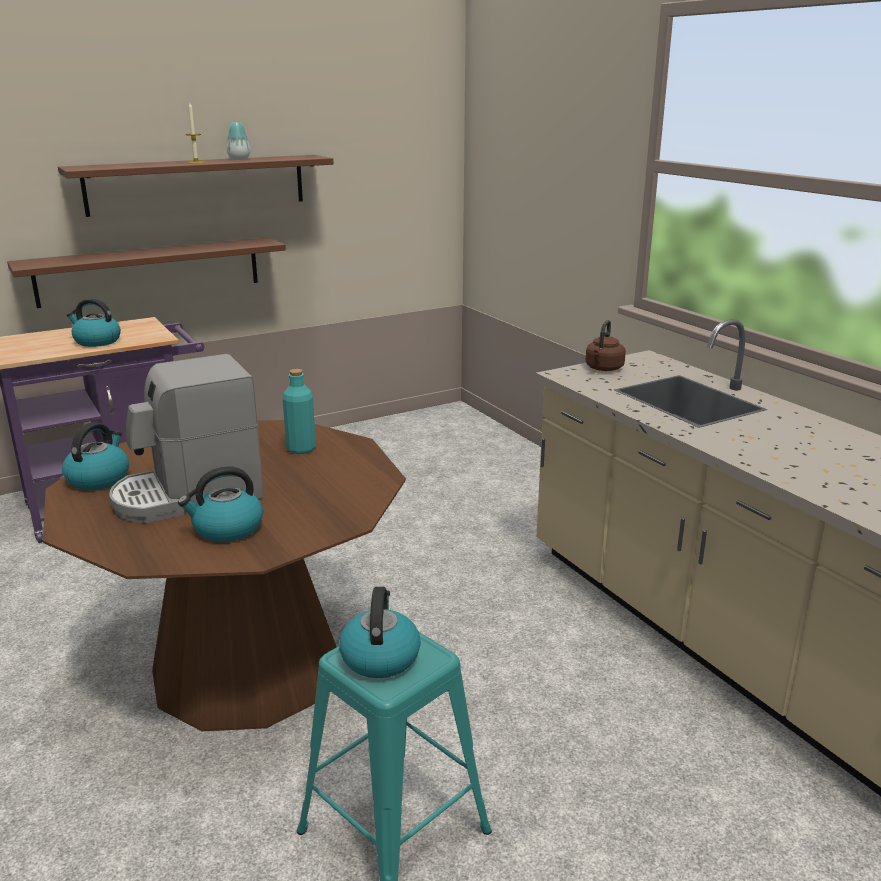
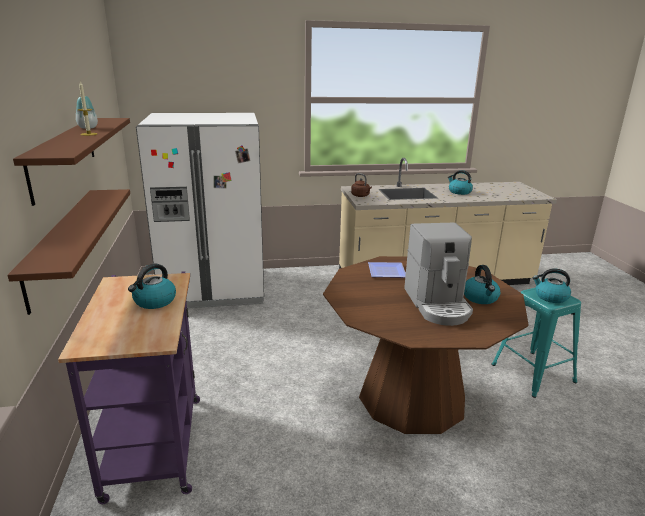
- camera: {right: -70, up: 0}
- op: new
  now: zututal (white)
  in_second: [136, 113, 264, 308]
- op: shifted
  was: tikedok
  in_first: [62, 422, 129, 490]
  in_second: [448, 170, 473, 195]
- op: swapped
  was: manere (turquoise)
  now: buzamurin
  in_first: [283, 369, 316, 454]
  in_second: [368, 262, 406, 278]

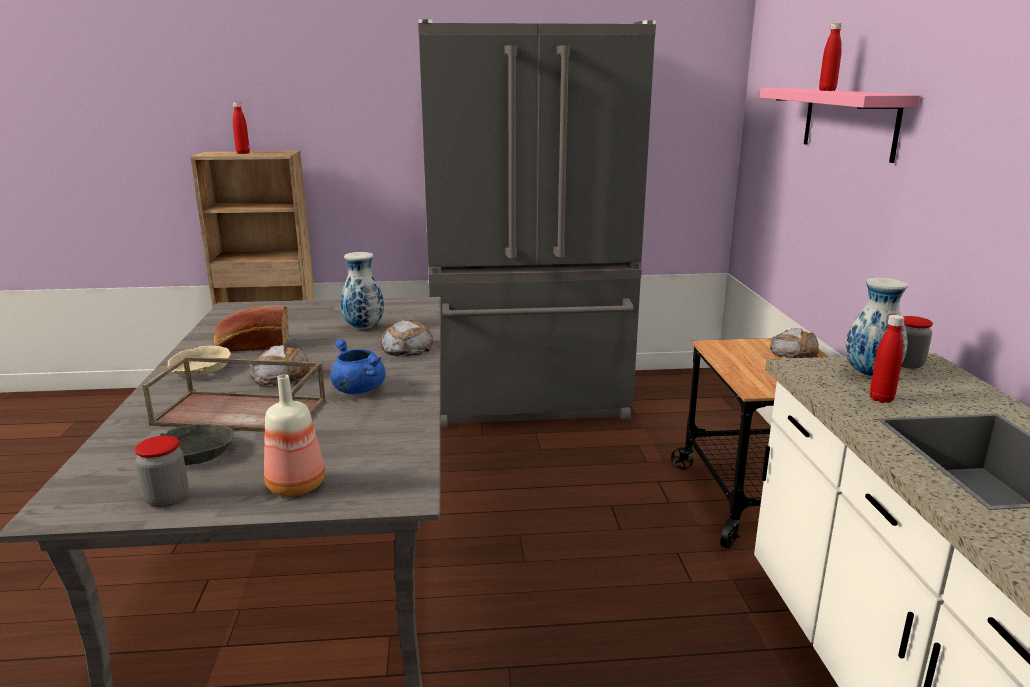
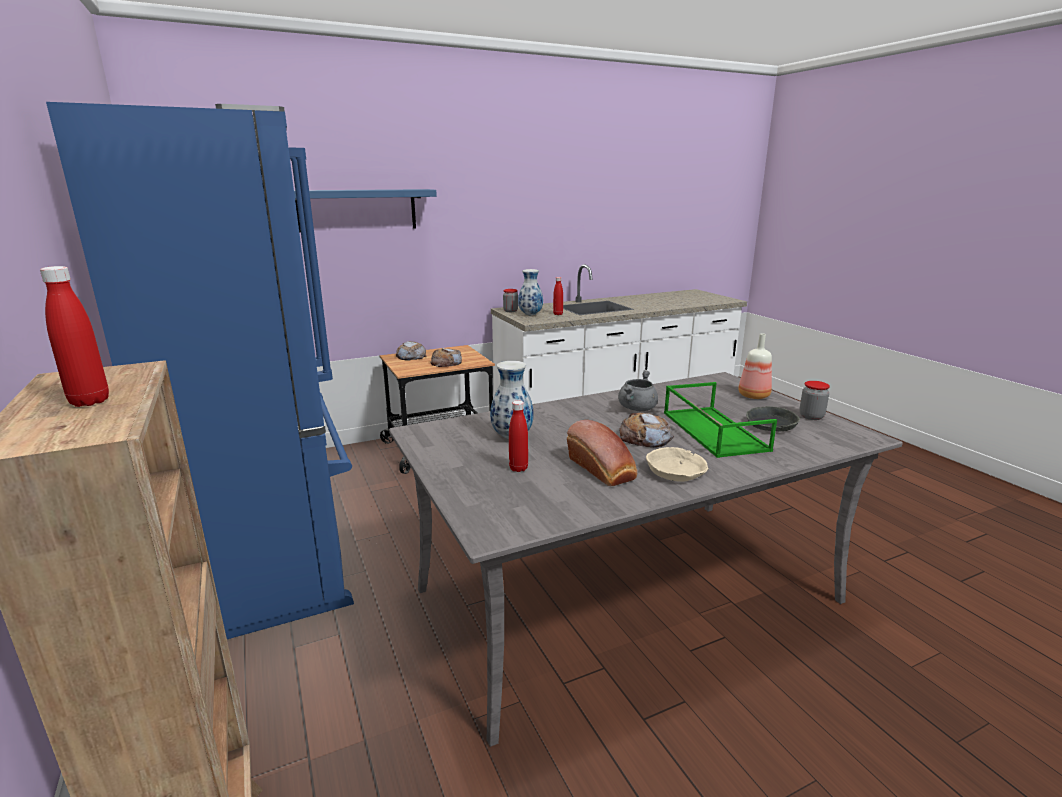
- camera: {right: -110, up: 0}
- op: shifted
  was: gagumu
  in_first: [380, 319, 433, 356]
  in_second: [430, 348, 462, 367]
- op: shifted
  was: manere (red)
  in_first: [819, 23, 842, 91]
  in_second: [509, 401, 528, 472]
- op: repainted
  was: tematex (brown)
  now: tematex (green)
  in_first: [142, 356, 326, 432]
  in_second: [664, 382, 777, 458]
- op: repainted
  was: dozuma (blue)
  now: dozuma (grey)
  in_first: [330, 339, 386, 394]
  in_second: [618, 370, 658, 411]
- op: repainted
  was: zututal (grey)
  now: zututal (blue)
  in_first: [418, 19, 656, 427]
  in_second: [46, 102, 354, 639]
- op: repainted
  was: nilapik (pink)
  now: nilapik (blue)
  in_first: [760, 88, 920, 163]
  in_second: [294, 189, 437, 233]

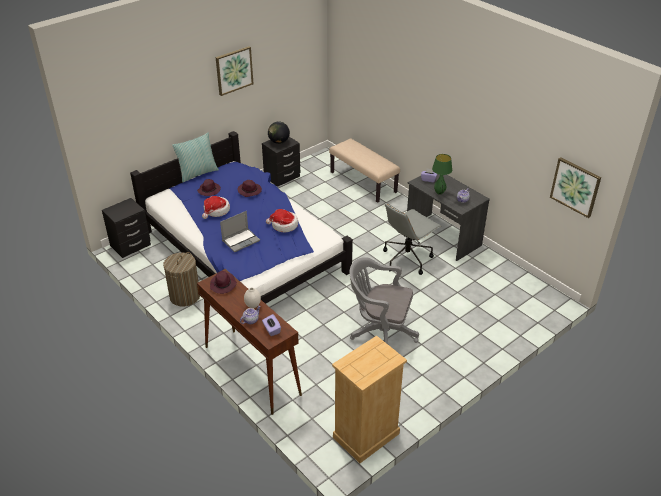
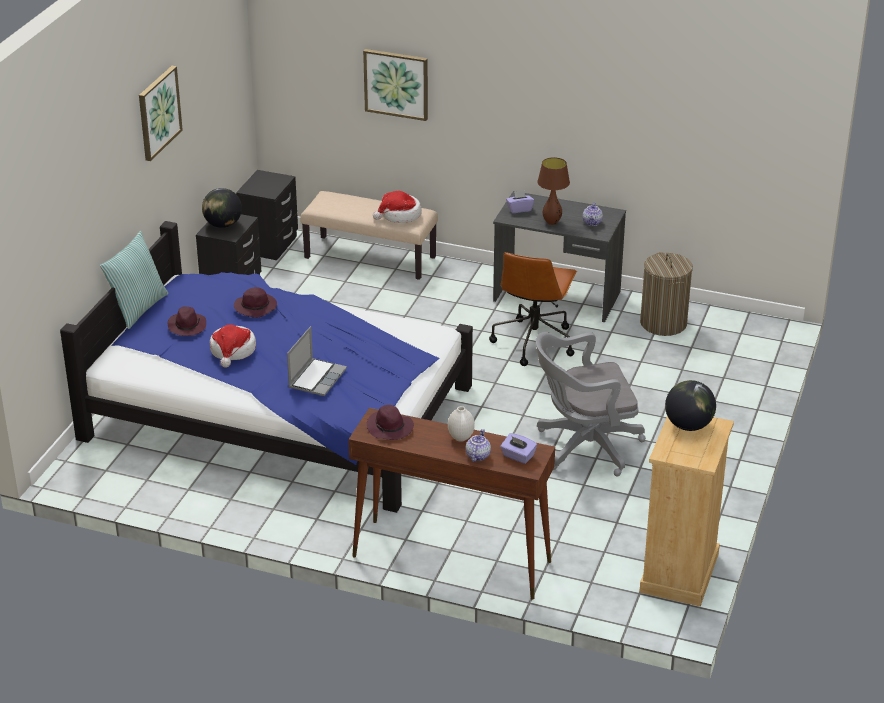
- camera: {right: -30, up: -5}
- op: new
  now: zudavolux
  in_second: [665, 380, 716, 431]
- op: shifted
  was: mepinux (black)
  in_first: [102, 198, 151, 258]
  in_second: [236, 170, 298, 260]
- op: shifted
  was: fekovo
  in_first: [163, 252, 200, 307]
  in_second: [640, 252, 693, 336]
- op: shifted
  was: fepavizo
  in_first: [266, 209, 298, 232]
  in_second: [373, 191, 422, 223]
- op: shifted
  was: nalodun
  in_first: [550, 157, 601, 218]
  in_second: [363, 49, 428, 121]
- op: repainted
  was: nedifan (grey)
  now: nedifan (brown)
  in_first: [383, 202, 441, 275]
  in_second: [489, 252, 577, 366]
- op: repainted
  was: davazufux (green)
  now: davazufux (brown)
  in_first: [432, 154, 452, 195]
  in_second: [537, 157, 570, 225]

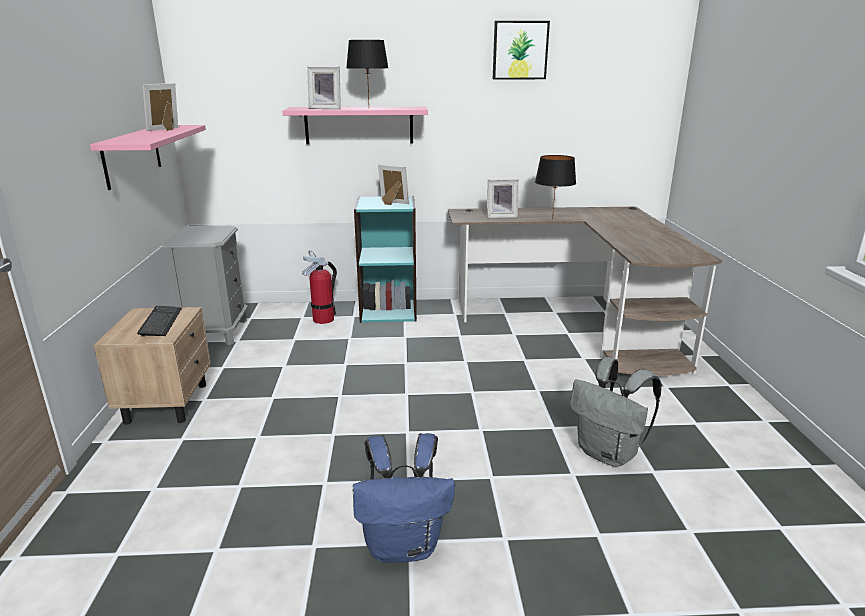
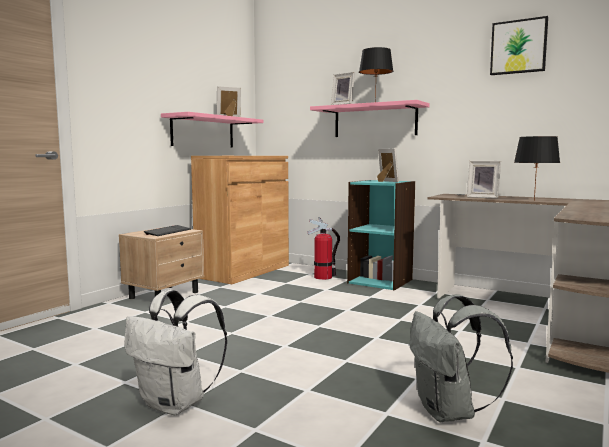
- camera: {right: 35, up: -15}
- op: swapped
  was: mepinux (grey)
  now: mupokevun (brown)
  in_first: [162, 226, 248, 345]
  in_second: [191, 156, 289, 284]
- op: repainted
  was: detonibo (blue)
  now: detonibo (white)
  in_first: [353, 433, 455, 563]
  in_second: [124, 290, 227, 415]

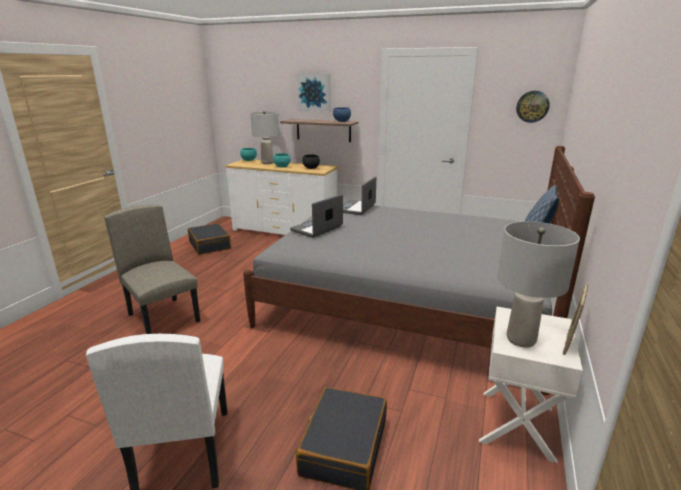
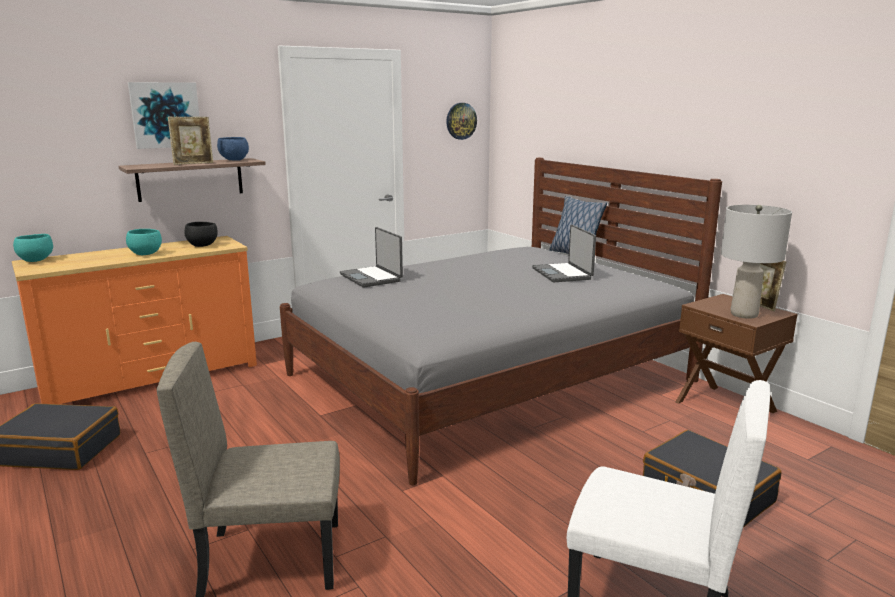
- camera: {right: -55, up: -5}
- op: gone
  was: davazufux (grey)
  in_first: [250, 111, 279, 164]
- op: new
  now: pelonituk
  in_second: [168, 117, 213, 165]
- op: shifted
  was: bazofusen
  in_first: [290, 194, 343, 238]
  in_second: [532, 225, 596, 282]
- op: repainted
  was: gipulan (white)
  now: gipulan (orange)
  in_first: [225, 159, 338, 235]
  in_second: [12, 236, 257, 404]
- op: repainted
  was: mepinux (white)
  now: mepinux (brown)
  in_first: [479, 307, 583, 463]
  in_second: [676, 294, 798, 413]

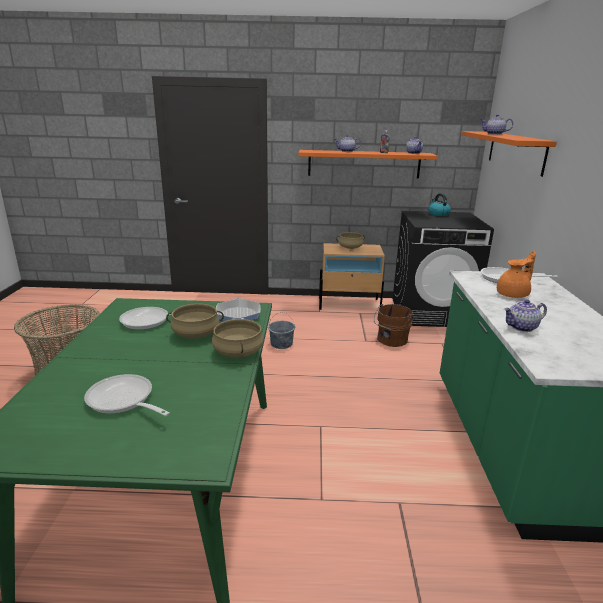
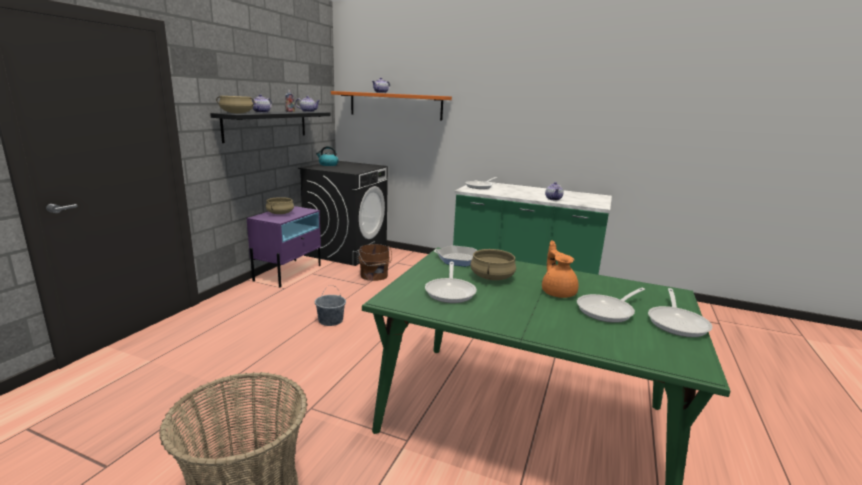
- camera: {right: -70, up: -5}
- op: new
  now: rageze
  in_second: [648, 288, 712, 337]
- op: shifted
  was: dozuma (beige)
  in_first: [212, 319, 264, 358]
  in_second: [216, 96, 255, 114]
- op: shifted
  was: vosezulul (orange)
  in_first: [497, 250, 536, 298]
  in_second: [542, 240, 579, 298]
- op: repainted
  was: nilapik (orange)
  now: nilapik (black)
  in_first: [298, 150, 438, 179]
  in_second: [210, 111, 331, 143]
- op: repainted
  was: mepinux (beige)
  now: mepinux (purple)
  in_first: [319, 243, 385, 310]
  in_second: [247, 206, 321, 287]

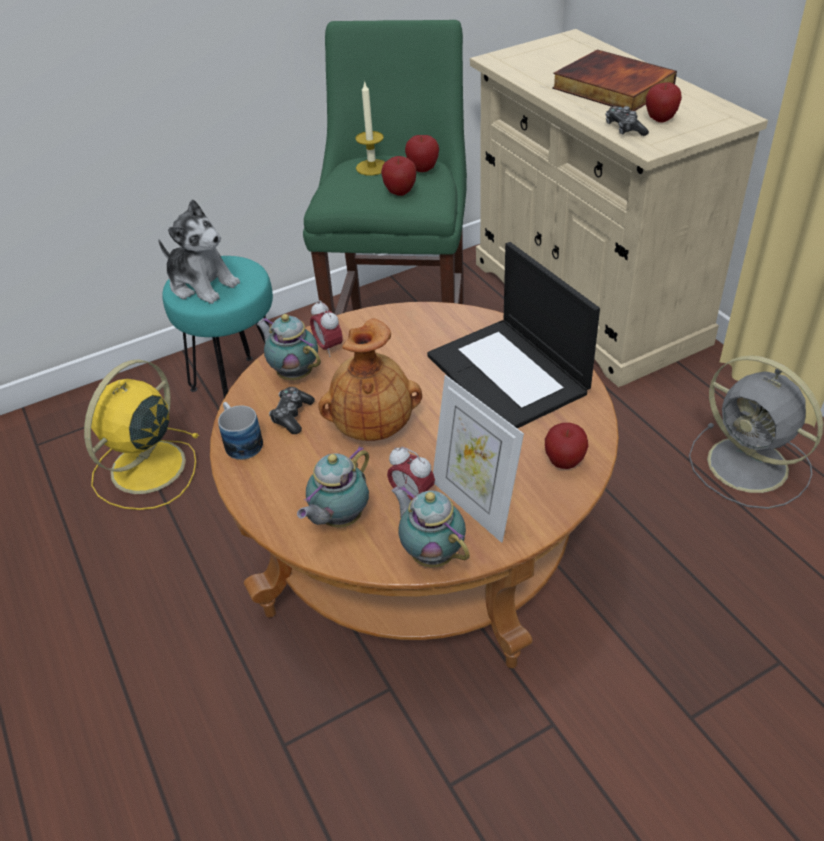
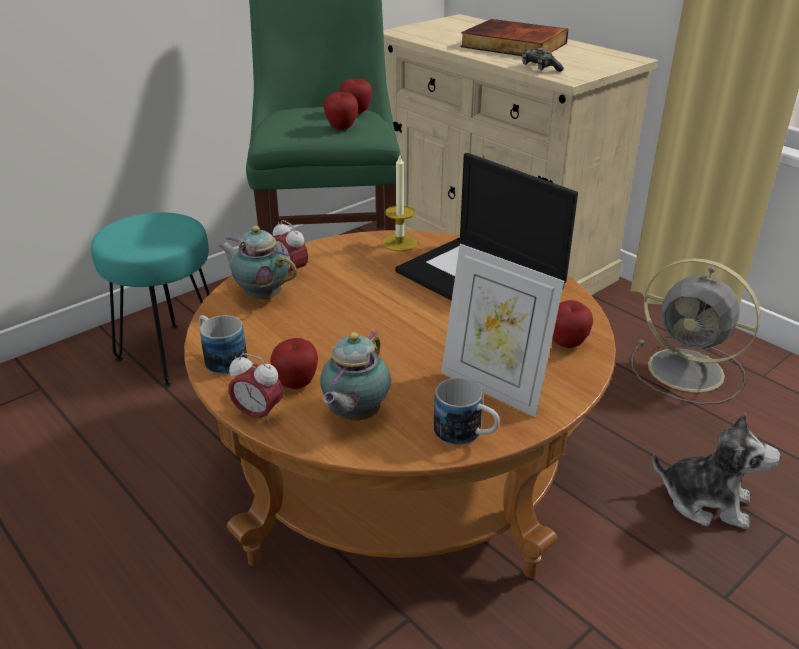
- camera: {right: -15, up: -10}
- op: gone
  was: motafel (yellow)
  in_first: [84, 359, 200, 510]
- op: gone
  was: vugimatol
  in_first: [269, 387, 315, 434]
- op: gone
  was: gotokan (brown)
  in_first: [318, 318, 422, 441]
- op: shifted
  was: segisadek
  in_first: [158, 199, 240, 304]
  in_second: [653, 413, 781, 529]
- op: shifted
  was: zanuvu
  in_first: [355, 81, 385, 176]
  in_second: [383, 155, 417, 251]
- op: shifted
  was: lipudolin
  in_first: [387, 446, 435, 500]
  in_second: [228, 353, 283, 425]
- op: shifted
  was: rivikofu
  in_first: [646, 82, 682, 122]
  in_second: [270, 338, 318, 389]
- op: swapped
  was: vosezulul
  now: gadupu
  in_first: [392, 485, 470, 567]
  in_second: [434, 378, 499, 445]

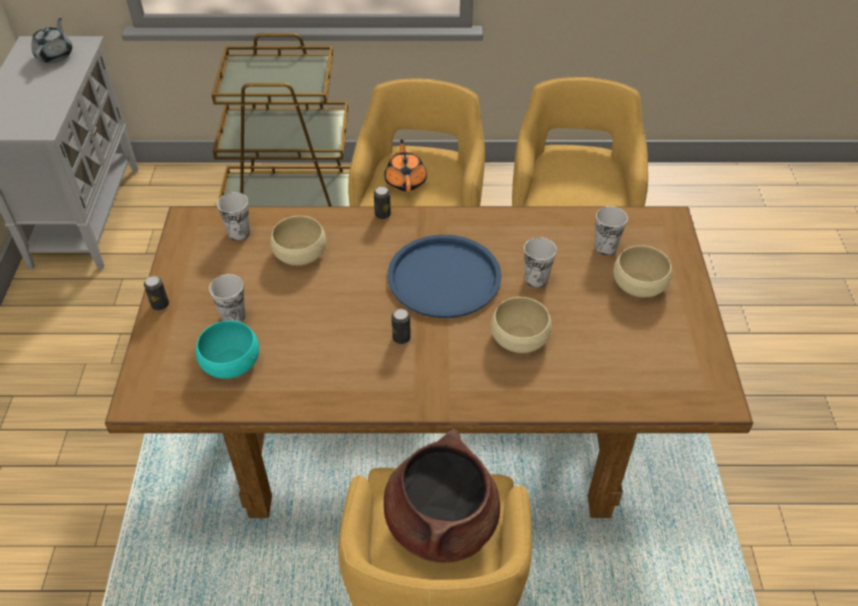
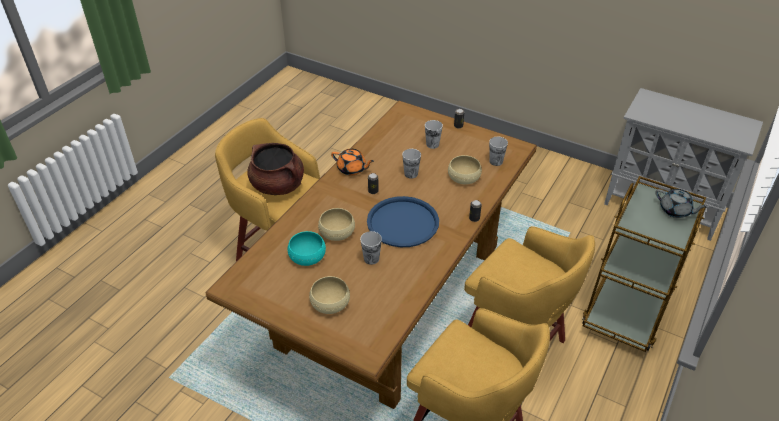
- camera: {right: 120, up: -5}
- op: shifted
  was: vosezulul (grey)
  in_first: [31, 18, 72, 63]
  in_second: [656, 189, 707, 218]
- op: shifted
  was: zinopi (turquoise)
  in_first: [196, 320, 259, 379]
  in_second: [288, 231, 326, 266]
- op: shifted
  was: vosezulul (orange)
  in_first: [384, 139, 427, 192]
  in_second: [331, 149, 374, 176]
- op: shifted
  was: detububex
  in_first: [594, 206, 628, 255]
  in_second: [402, 149, 421, 179]

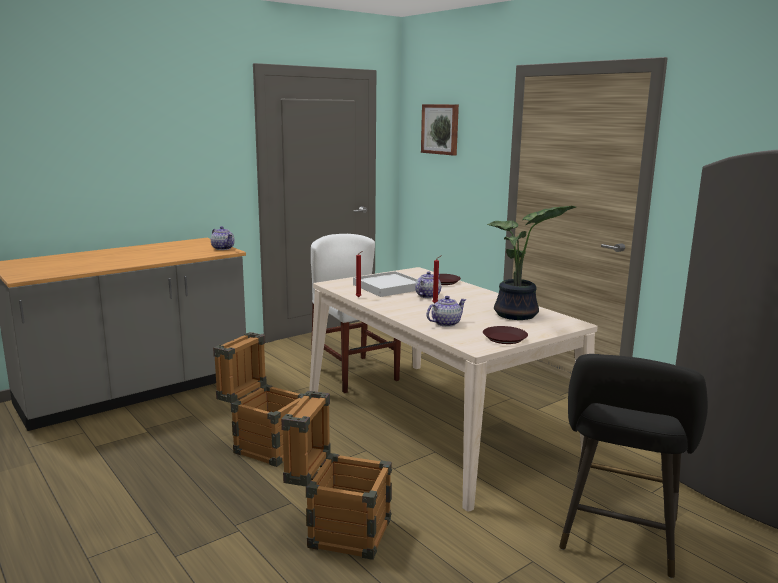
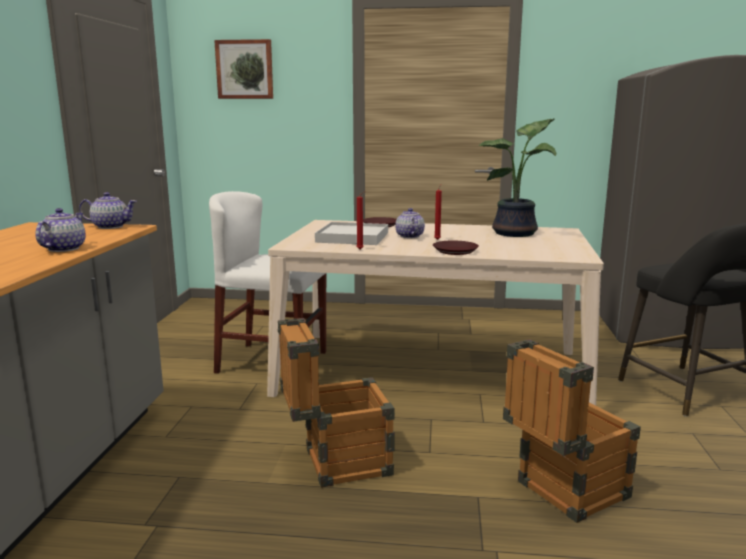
- camera: {right: -45, up: 0}
- op: shifted
  was: vosezulul
  in_first: [426, 296, 466, 327]
  in_second: [35, 208, 86, 252]
- op: shifted
  was: buzamurin (brown)
  in_first: [483, 326, 528, 344]
  in_second: [433, 240, 479, 255]

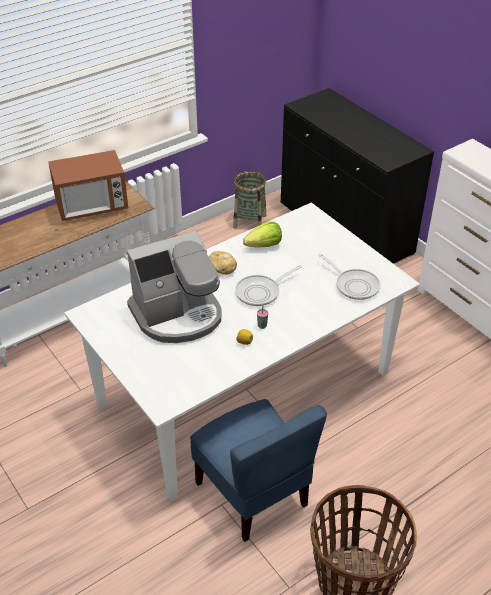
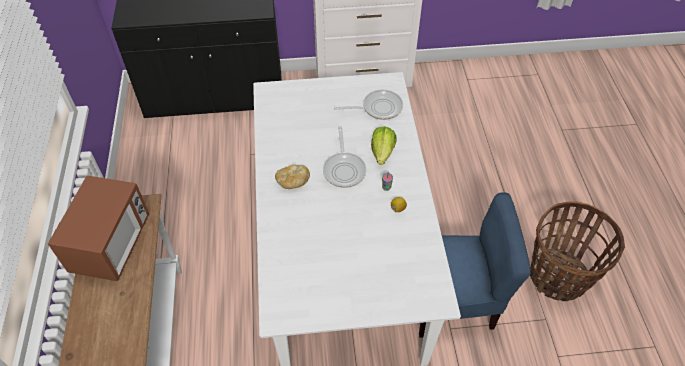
- camera: {right: -60, up: 10}
- op: gone
  was: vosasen
  in_first: [127, 231, 222, 343]
- op: gone
  was: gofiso
  in_first: [233, 171, 266, 229]
- op: shifted
  was: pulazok
  in_first: [243, 222, 282, 248]
  in_second: [371, 126, 397, 165]

